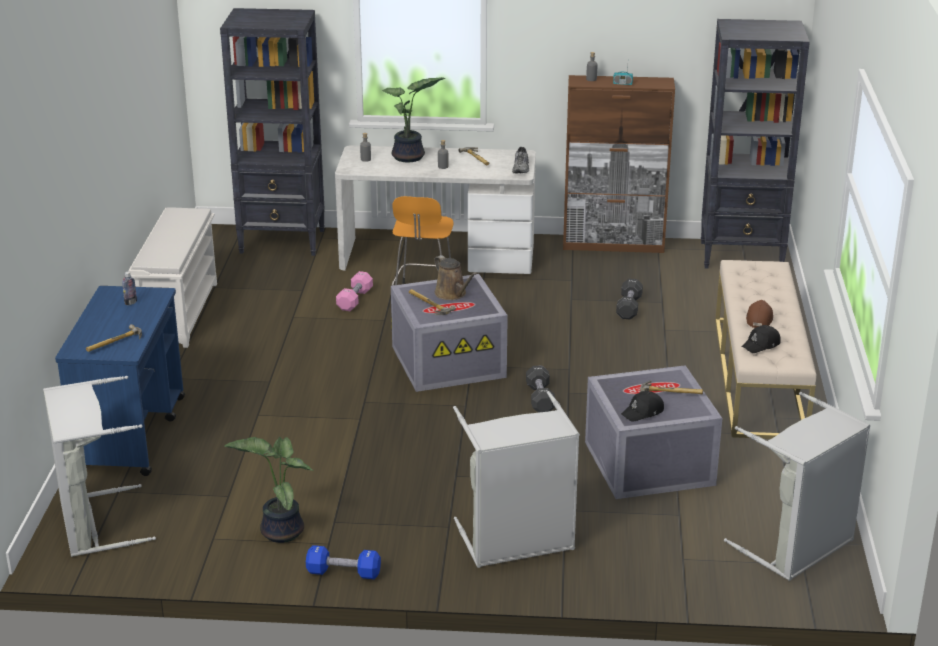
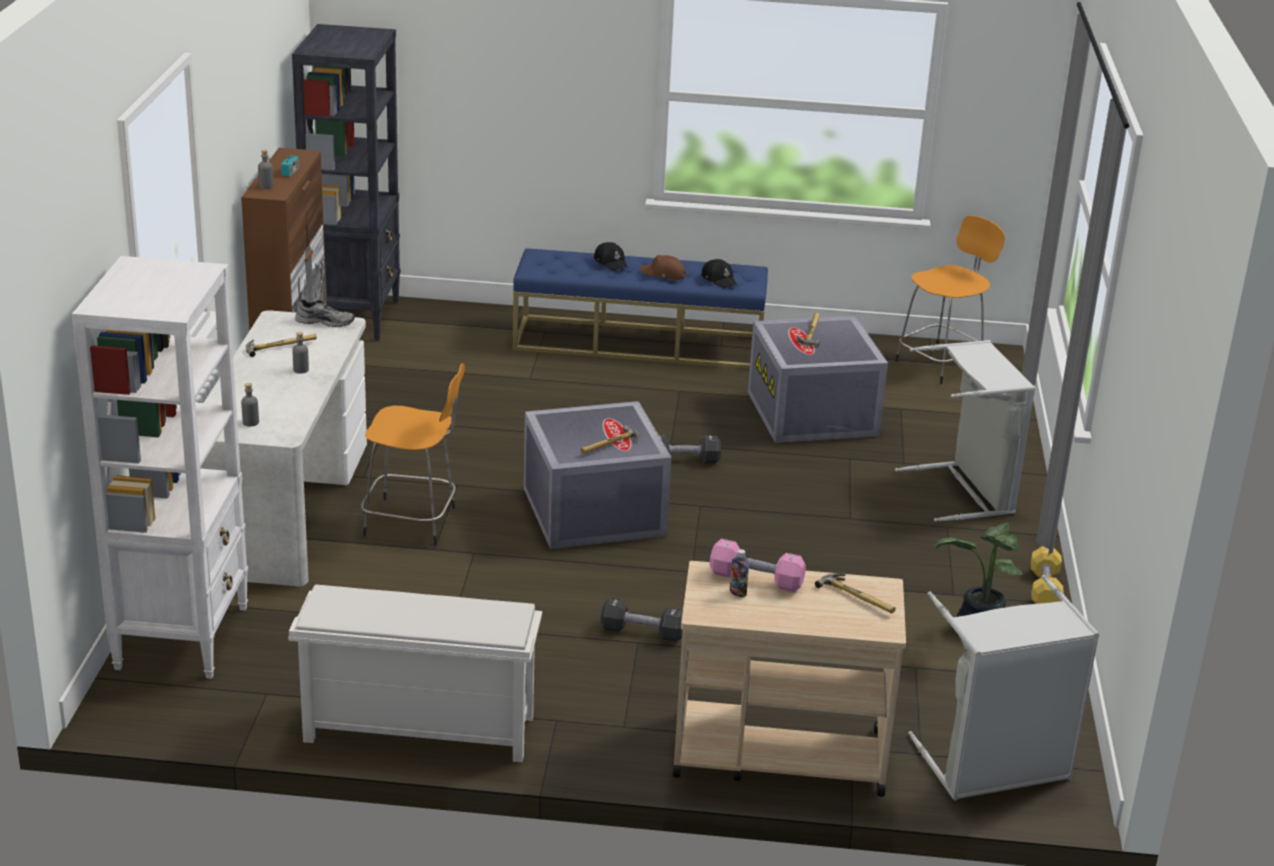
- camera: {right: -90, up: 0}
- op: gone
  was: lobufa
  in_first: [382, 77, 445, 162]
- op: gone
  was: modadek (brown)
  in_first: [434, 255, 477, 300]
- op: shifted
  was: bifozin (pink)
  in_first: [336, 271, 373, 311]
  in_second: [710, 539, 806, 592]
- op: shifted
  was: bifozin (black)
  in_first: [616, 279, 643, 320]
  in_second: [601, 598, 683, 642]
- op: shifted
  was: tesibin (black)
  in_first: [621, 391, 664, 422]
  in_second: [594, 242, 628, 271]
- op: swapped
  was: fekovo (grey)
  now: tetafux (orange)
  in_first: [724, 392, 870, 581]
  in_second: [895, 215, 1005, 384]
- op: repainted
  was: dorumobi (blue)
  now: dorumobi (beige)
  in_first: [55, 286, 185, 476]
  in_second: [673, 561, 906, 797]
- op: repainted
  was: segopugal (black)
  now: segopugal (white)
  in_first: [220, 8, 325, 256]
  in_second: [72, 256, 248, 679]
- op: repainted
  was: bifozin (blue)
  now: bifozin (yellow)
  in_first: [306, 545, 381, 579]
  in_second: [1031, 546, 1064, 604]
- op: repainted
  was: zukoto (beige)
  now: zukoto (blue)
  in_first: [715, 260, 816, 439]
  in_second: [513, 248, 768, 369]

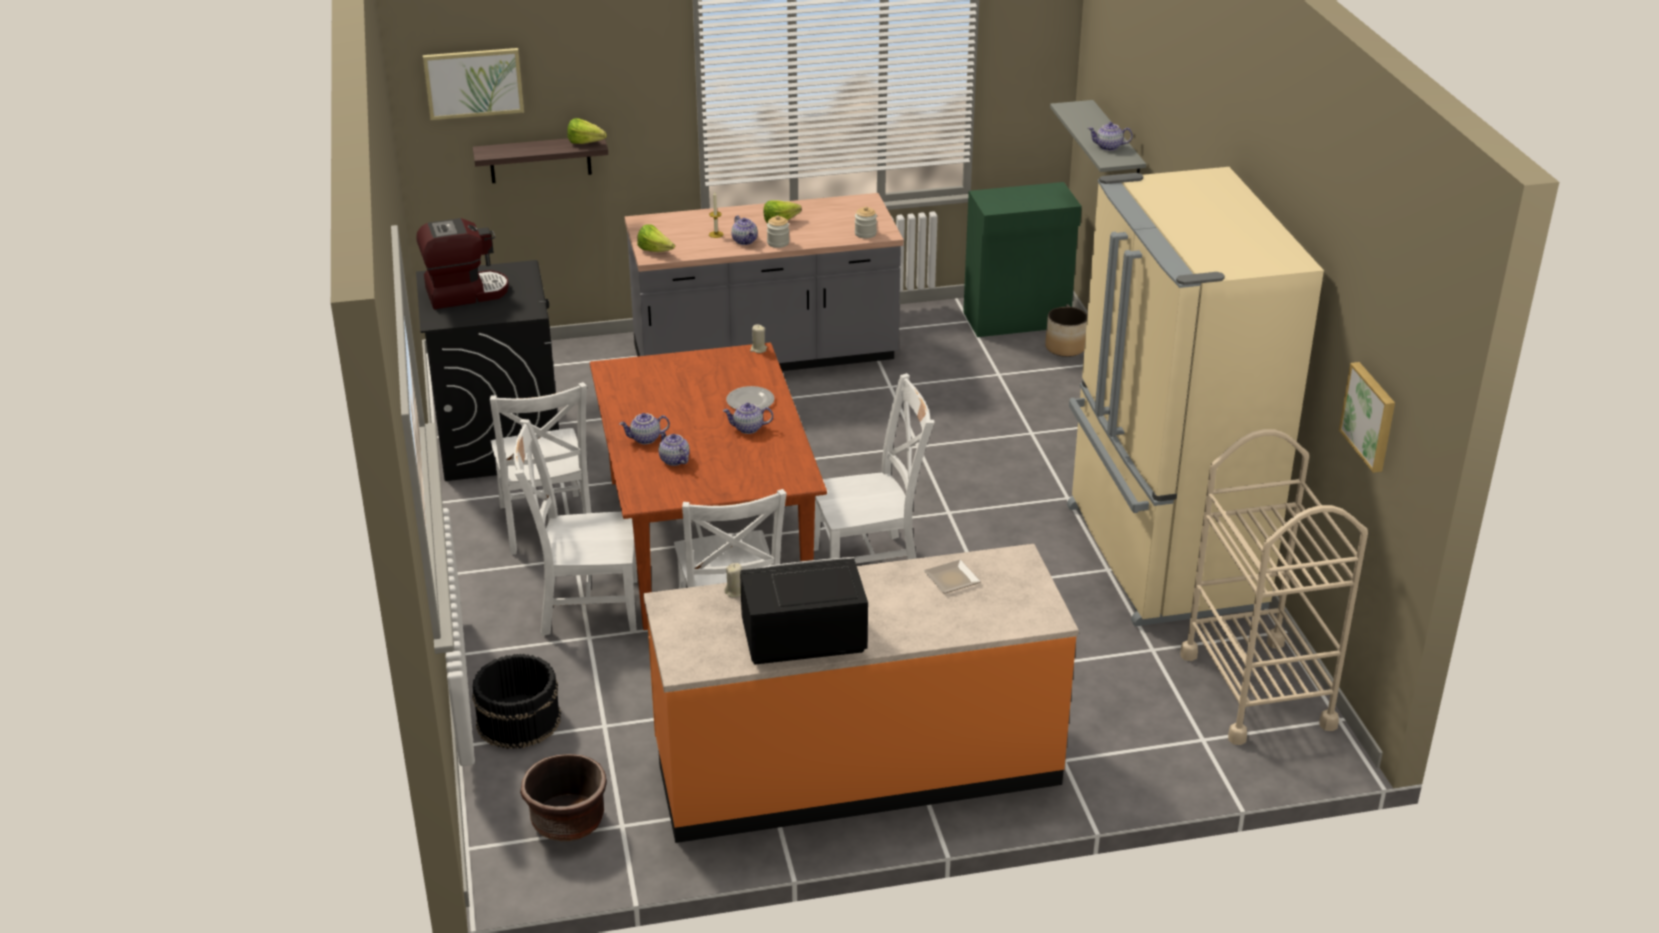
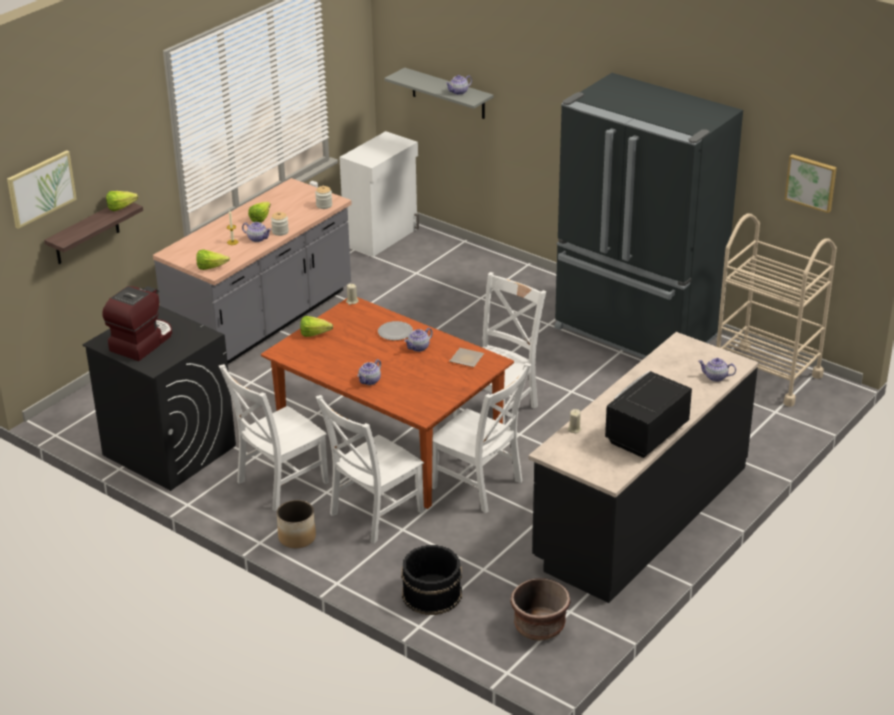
- camera: {right: -40, up: 0}
- op: new
  now: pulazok
  in_second: [300, 316, 333, 337]
- op: shifted
  was: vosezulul
  in_first: [658, 430, 690, 466]
  in_second: [698, 358, 736, 382]
- op: shifted
  was: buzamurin
  in_first: [924, 560, 981, 594]
  in_second: [450, 348, 484, 367]
- op: shifted
  was: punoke
  in_first: [1045, 307, 1087, 357]
  in_second: [277, 500, 316, 548]
- op: repainted
  was: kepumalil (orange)
  now: kepumalil (black)
  in_first: [643, 544, 1079, 843]
  in_second: [528, 332, 759, 603]
- op: repainted
  was: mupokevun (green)
  now: mupokevun (white)
  in_first: [963, 182, 1082, 337]
  in_second: [339, 131, 419, 257]
- op: repainted
  was: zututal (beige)
  now: zututal (black)
  in_first: [1067, 167, 1324, 627]
  in_second: [555, 73, 743, 359]
- op: rotated
  was: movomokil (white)
  in_first: [490, 382, 591, 555]
  in_second: [219, 364, 329, 511]
  clockwise: 105

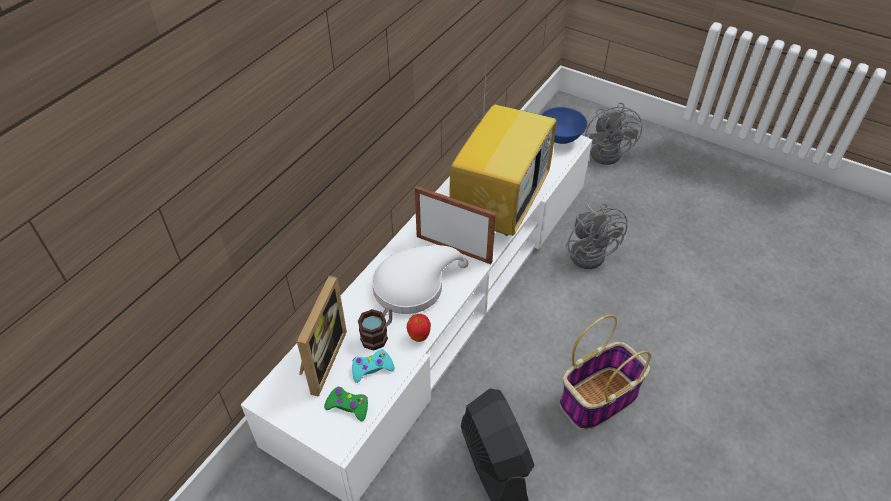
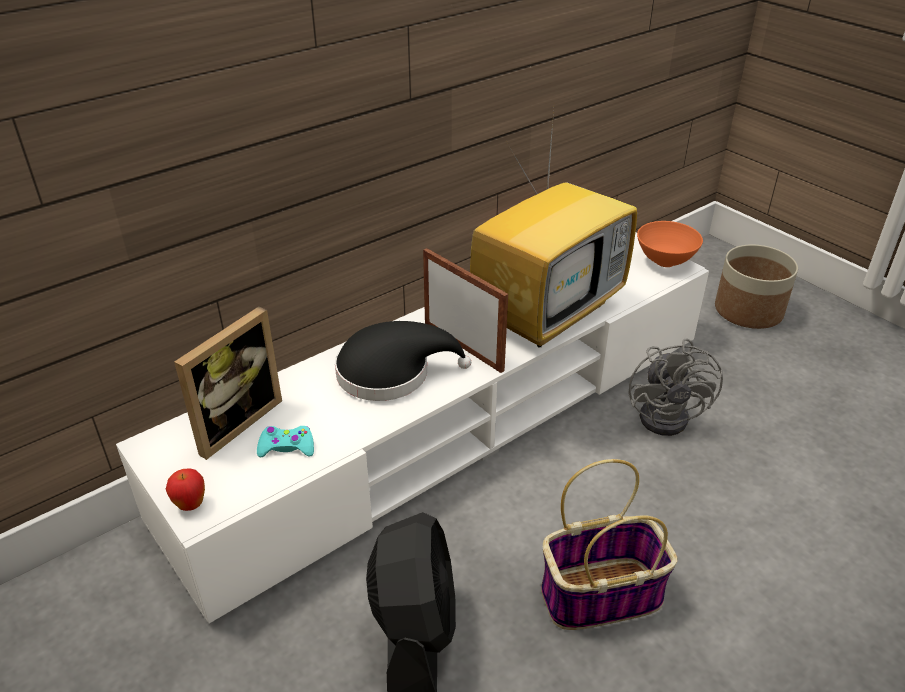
- camera: {right: 20, up: -10}
- op: gone
  was: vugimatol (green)
  in_first: [324, 387, 368, 421]
- op: gone
  was: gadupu
  in_first: [358, 307, 392, 350]
- op: shifted
  was: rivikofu
  in_first: [407, 314, 431, 342]
  in_second: [166, 468, 205, 511]
- op: swapped
  was: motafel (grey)
  now: punoke
  in_first: [585, 102, 643, 165]
  in_second: [715, 245, 798, 329]
- op: repainted
  was: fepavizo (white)
  now: fepavizo (black)
  in_first: [372, 245, 469, 314]
  in_second: [335, 321, 471, 401]
- op: repainted
  was: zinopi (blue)
  now: zinopi (orange)
  in_first: [541, 107, 587, 144]
  in_second: [637, 221, 703, 267]

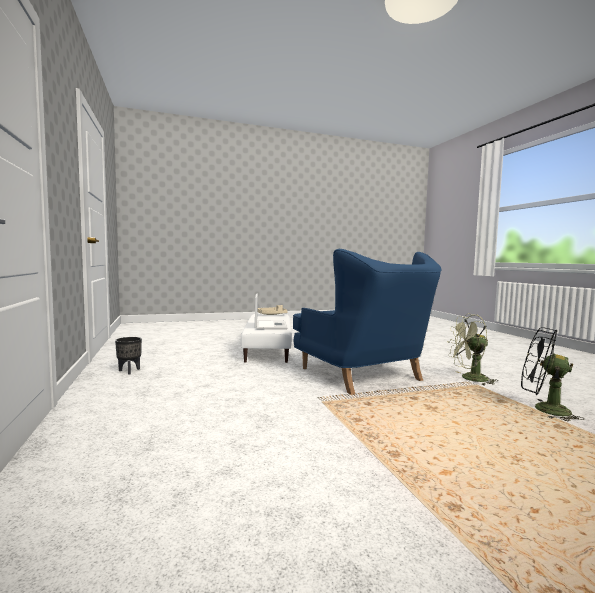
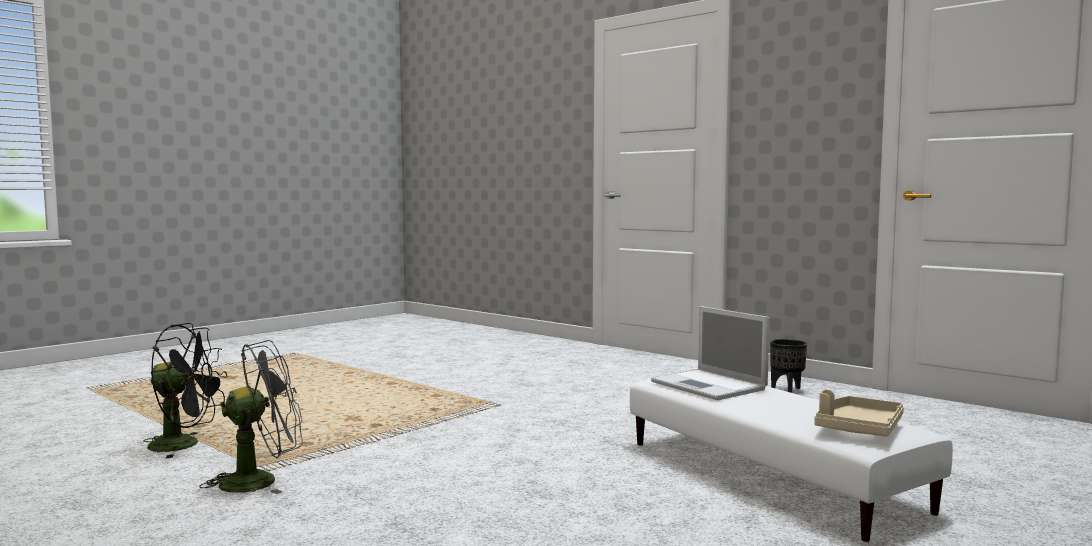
- camera: {right: 150, up: 0}
- op: gone
  was: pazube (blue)
  in_first: [293, 249, 441, 395]
- op: repainted
  was: motafel (green)
  now: motafel (grey)
  in_first: [447, 313, 498, 385]
  in_second: [199, 340, 303, 494]

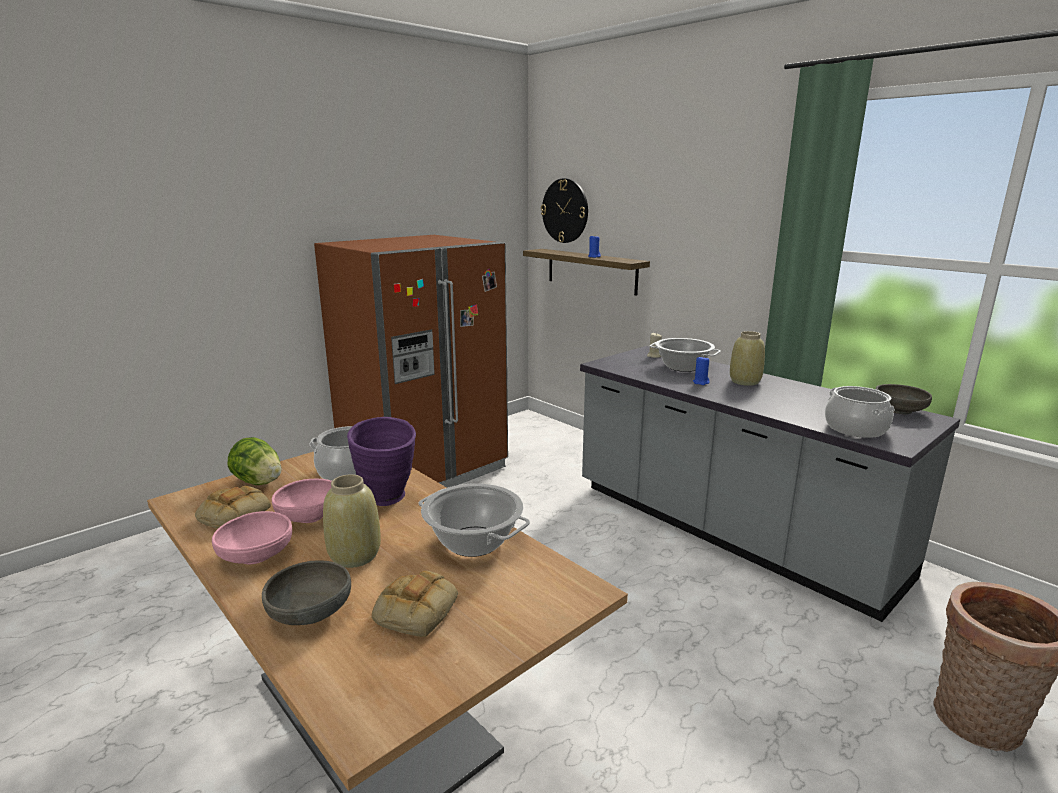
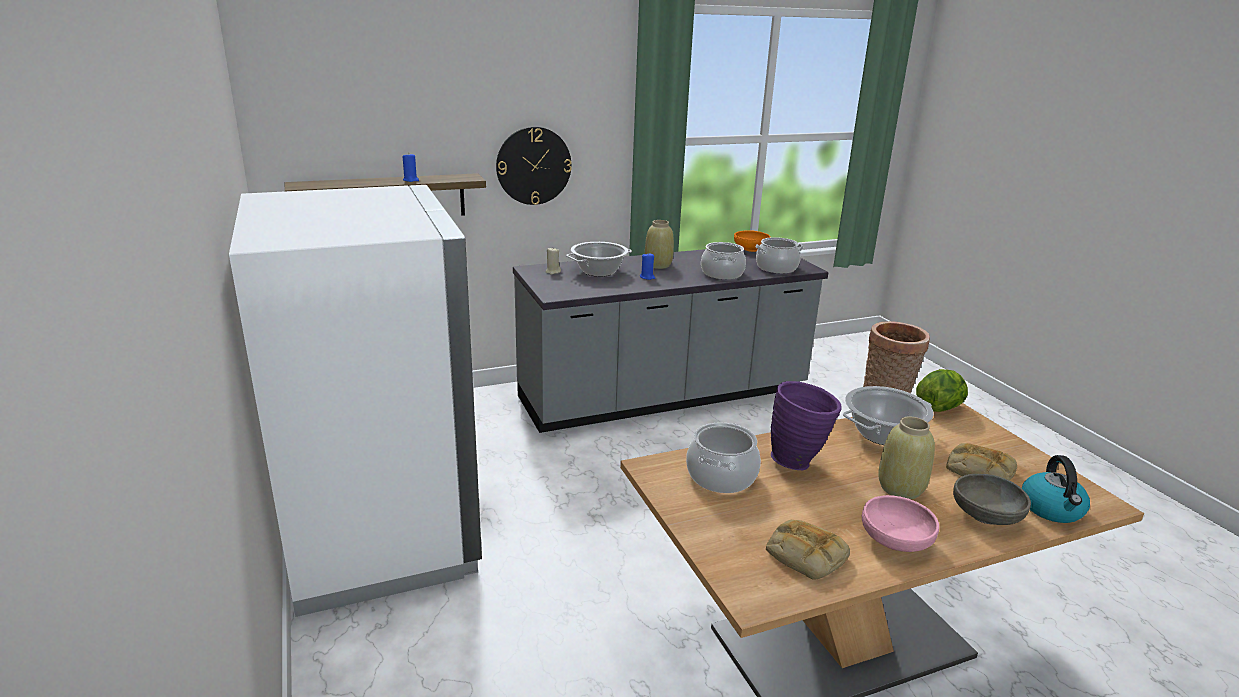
- camera: {right: -70, up: 5}
- op: gone
  was: zinopi (pink)
  in_first: [272, 479, 332, 523]
- op: new
  now: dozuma
  in_second: [701, 242, 746, 279]
- op: new
  now: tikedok
  in_second: [1022, 455, 1090, 523]
- op: shifted
  was: pulazok
  in_first: [227, 437, 281, 485]
  in_second: [916, 369, 968, 412]
- op: shifted
  was: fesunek
  in_first: [541, 178, 588, 243]
  in_second: [496, 127, 572, 205]
- op: repainted
  was: zututal (brown)
  now: zututal (white)
  in_first: [314, 235, 508, 488]
  in_second: [229, 185, 482, 617]
- op: repainted
  was: zinopi (grey)
  now: zinopi (orange)
  in_first: [876, 384, 932, 414]
  in_second: [734, 230, 771, 252]

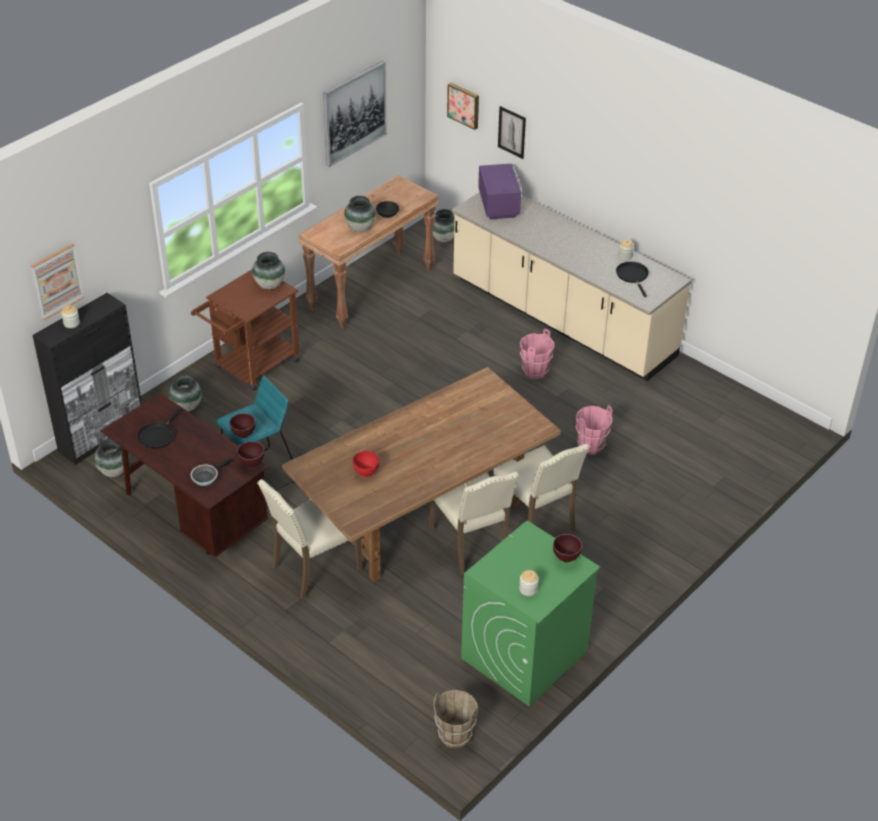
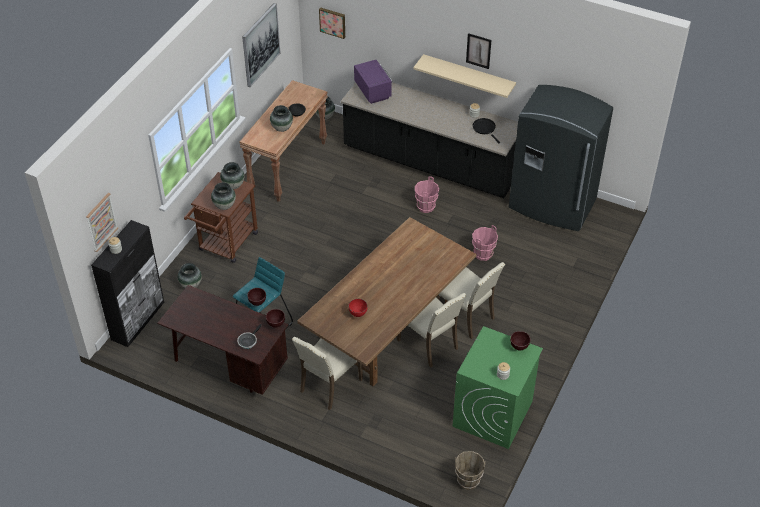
- camera: {right: -15, up: 5}
- op: gone
  was: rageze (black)
  in_first: [137, 407, 182, 449]
- op: new
  now: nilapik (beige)
  in_second: [413, 54, 516, 98]
- op: new
  now: zututal (grey)
  in_second: [509, 85, 613, 231]
- op: shifted
  was: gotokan
  in_first: [94, 439, 129, 477]
  in_second: [211, 182, 236, 210]
- op: shifted
  was: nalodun
  in_first: [498, 106, 526, 159]
  in_second: [466, 33, 491, 69]
- op: repainted
  was: kepumalil (beige)
  now: kepumalil (black)
  in_first: [451, 192, 692, 381]
  in_second: [341, 82, 518, 198]

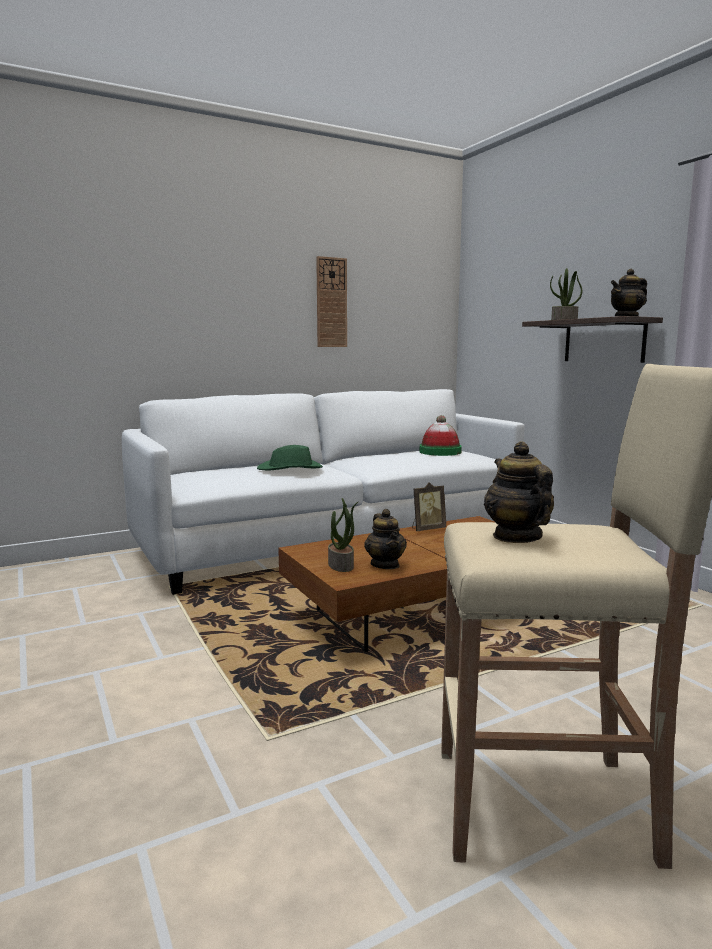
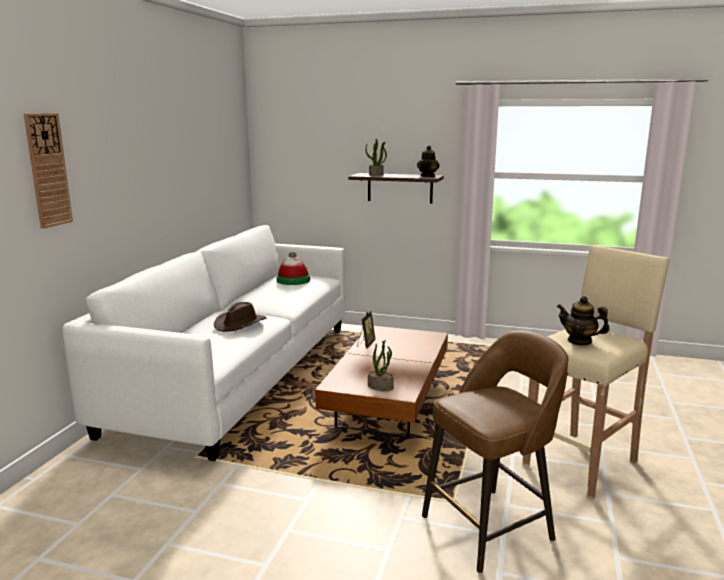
- camera: {right: -45, up: 5}
- op: gone
  was: vosezulul
  in_first: [364, 509, 407, 569]
- op: new
  now: tetafux (brown)
  in_second: [422, 331, 568, 573]
- op: shifted
  was: fesunek
  in_first: [316, 256, 347, 347]
  in_second: [24, 113, 73, 229]
- op: repainted
  was: fepavizo (green)
  now: fepavizo (brown)
  in_first: [257, 445, 323, 470]
  in_second: [214, 302, 267, 332]

